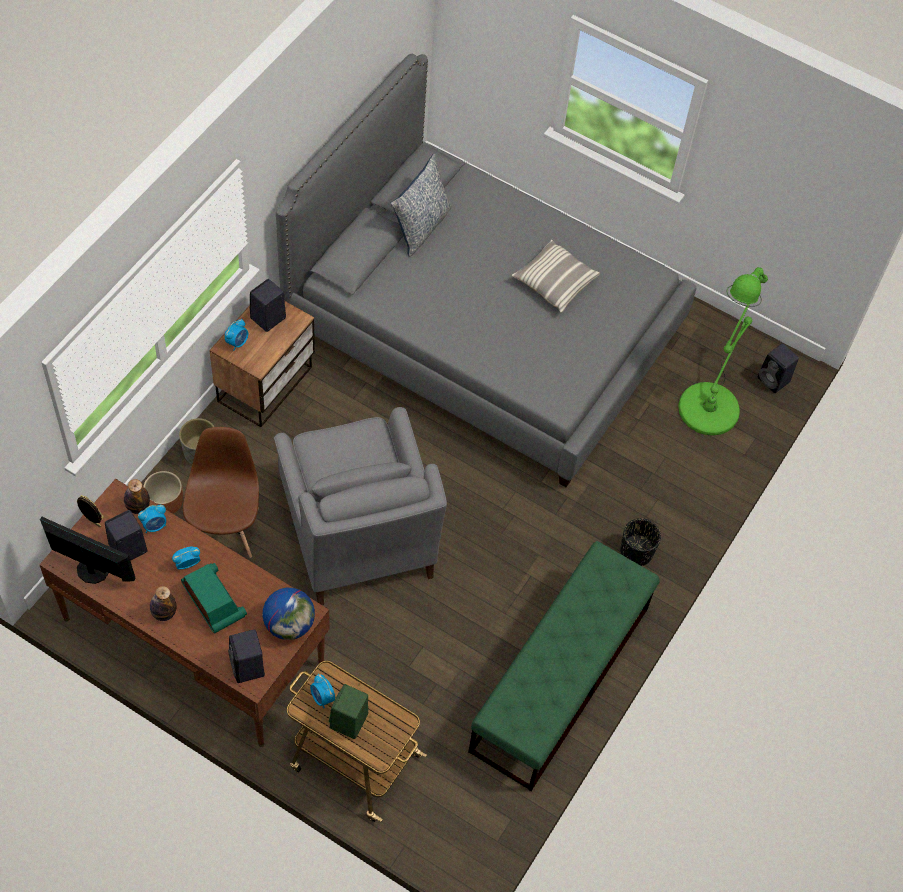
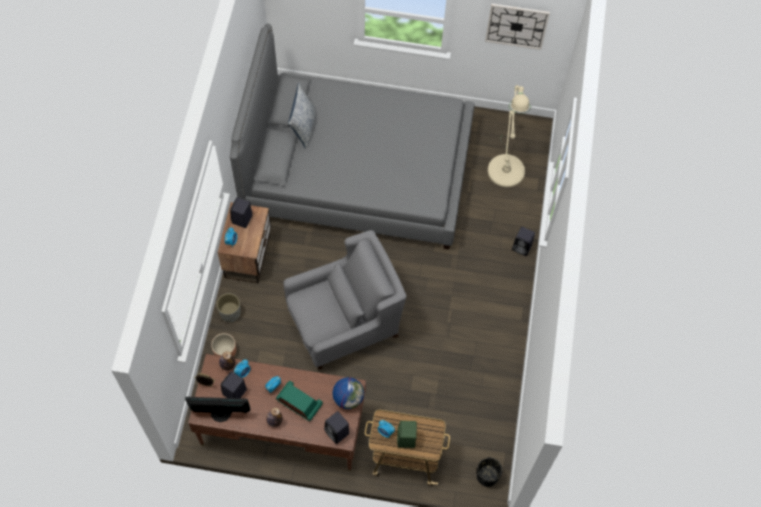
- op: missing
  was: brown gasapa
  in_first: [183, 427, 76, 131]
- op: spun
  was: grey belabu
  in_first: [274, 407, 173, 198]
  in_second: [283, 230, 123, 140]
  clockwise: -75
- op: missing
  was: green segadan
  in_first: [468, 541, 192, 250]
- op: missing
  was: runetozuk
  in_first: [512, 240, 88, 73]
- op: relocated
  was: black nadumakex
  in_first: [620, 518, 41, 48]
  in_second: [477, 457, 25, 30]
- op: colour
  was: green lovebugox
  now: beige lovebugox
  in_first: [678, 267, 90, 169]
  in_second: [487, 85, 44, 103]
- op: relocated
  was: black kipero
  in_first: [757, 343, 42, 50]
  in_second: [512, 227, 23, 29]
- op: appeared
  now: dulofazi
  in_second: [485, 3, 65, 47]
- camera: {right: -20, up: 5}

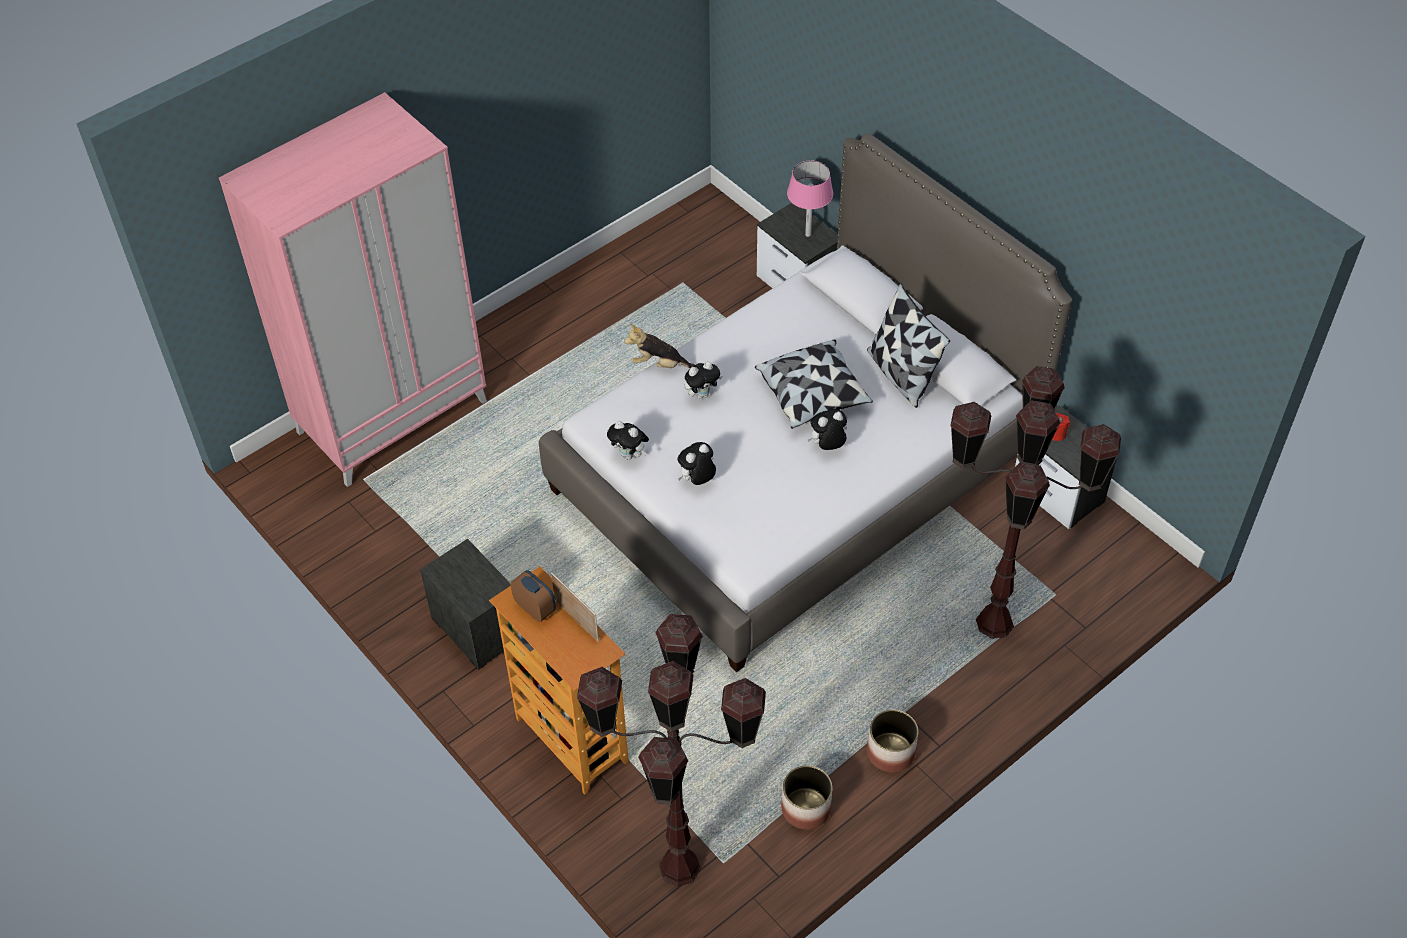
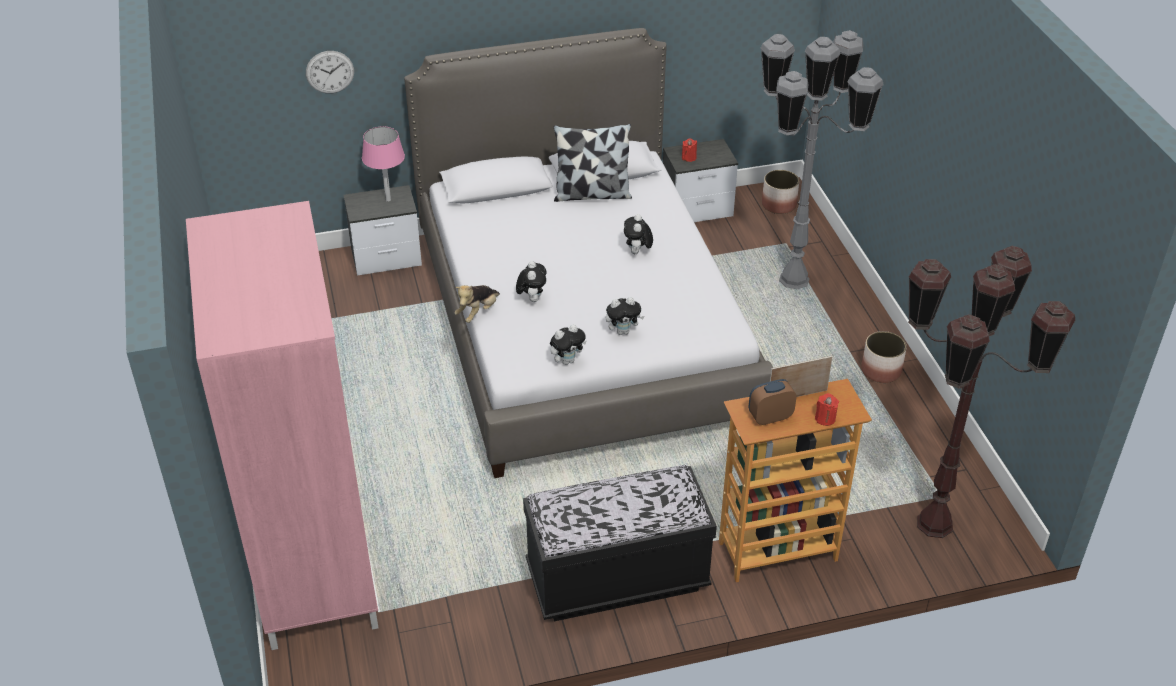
- op: exchanged
  was: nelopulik
  now: black segadan
  in_first: [420, 539, 91, 131]
  in_second: [523, 465, 194, 156]
- op: spun
  was: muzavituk
  in_first: [678, 442, 38, 43]
  in_second: [606, 297, 39, 38]
  clockwise: -90
- op: missing
  was: runetozuk
  in_first: [755, 340, 118, 89]
- op: relocated
  was: nadumakex
  in_first: [781, 765, 51, 64]
  in_second: [762, 170, 37, 44]
- op: colour
  was: brown lovebugox
  now: grey lovebugox
  in_first: [950, 366, 171, 273]
  in_second: [761, 30, 123, 259]
- op: appeared
  now: dulofazi
  in_second: [306, 51, 48, 43]
- op: appeared
  now: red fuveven
  in_second: [815, 393, 24, 33]
- camera: {right: -65, up: -10}

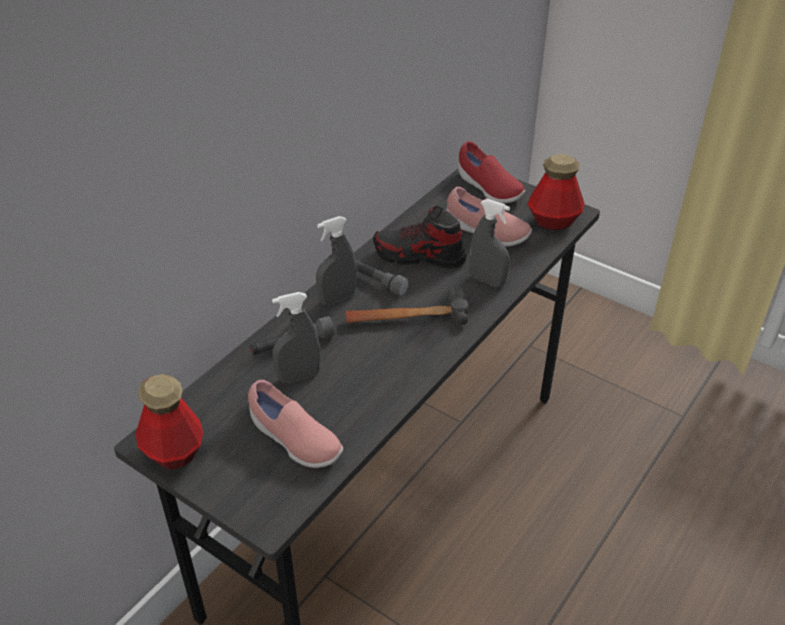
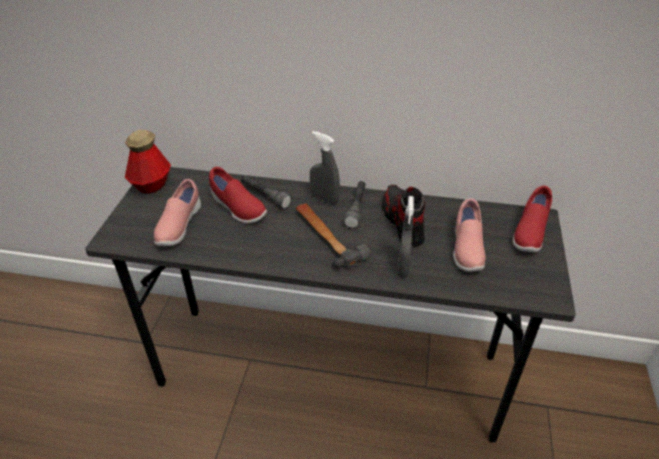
- op: exchanged
  was: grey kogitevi
  now: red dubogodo
  in_first: [272, 292, 48, 91]
  in_second: [209, 167, 58, 56]
- op: missing
  was: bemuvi
  in_first: [528, 154, 57, 76]
- camera: {right: 65, up: 0}

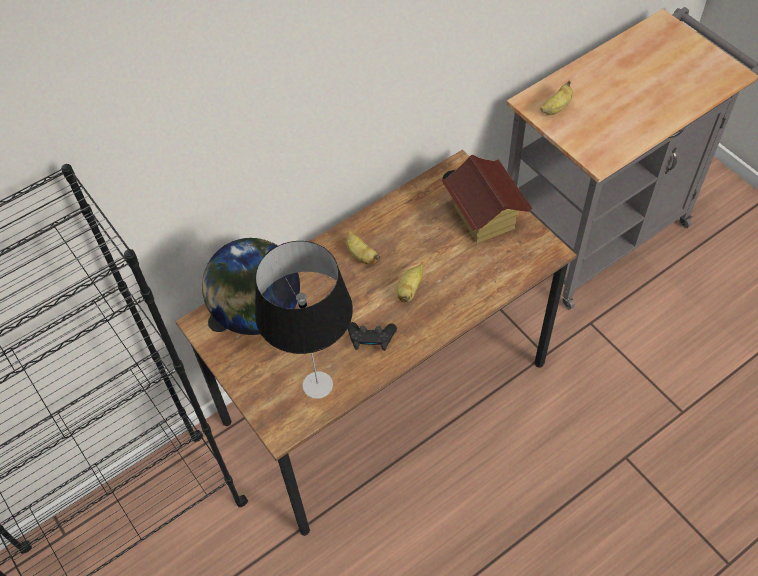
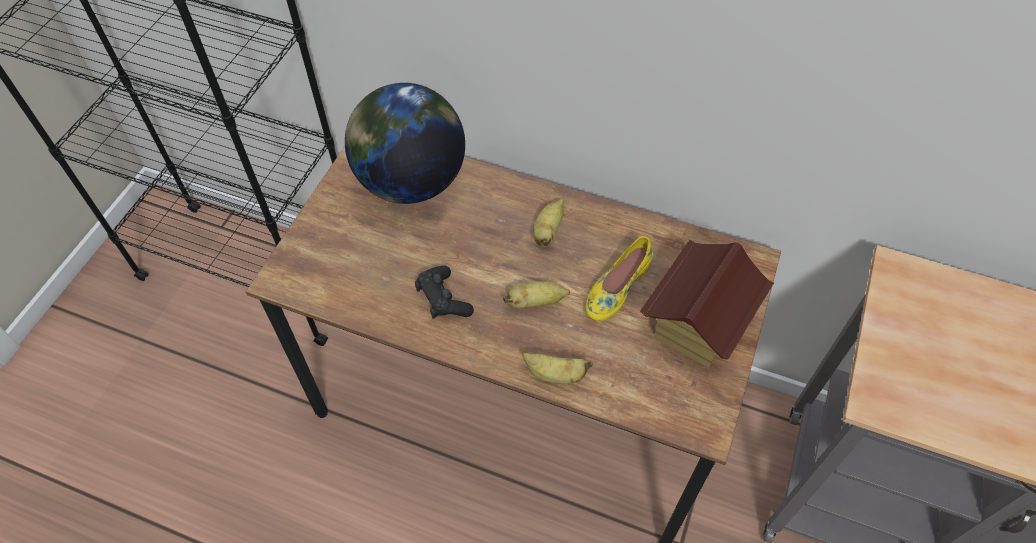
- op: missing
  was: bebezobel
  in_first: [255, 241, 98, 158]
- op: relocated
  was: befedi
  in_first: [540, 81, 33, 34]
  in_second: [522, 353, 71, 31]
- op: appeared
  now: yellow dubogodo
  in_second: [585, 236, 68, 85]
- camera: {right: 55, up: 0}

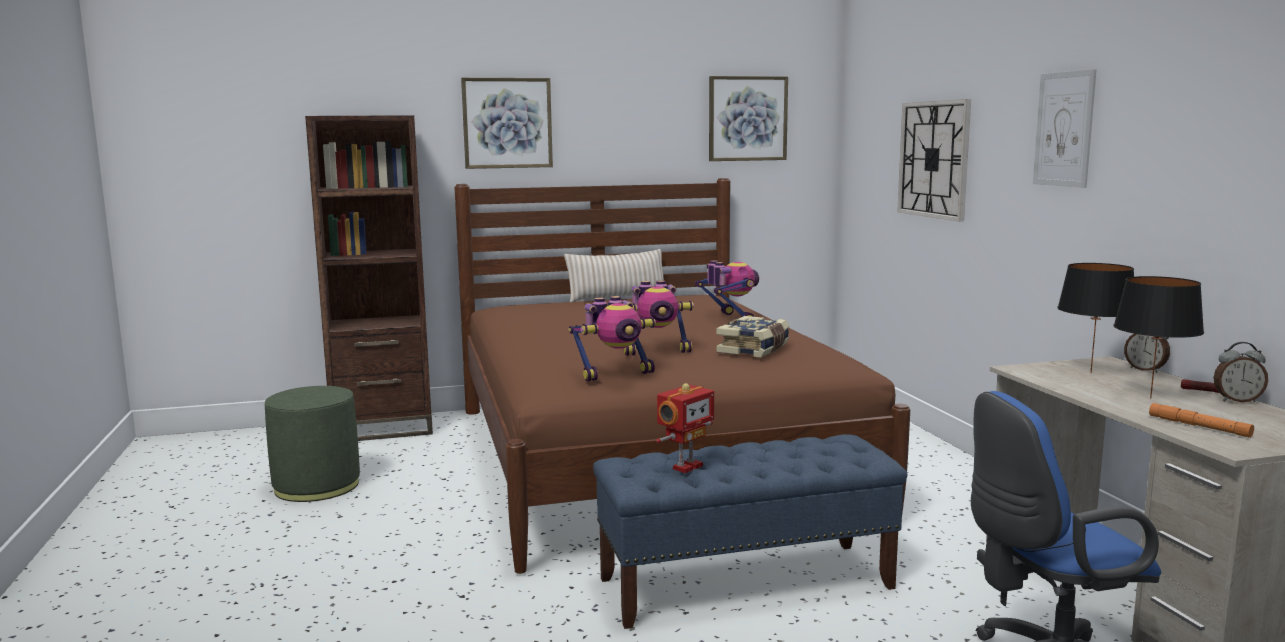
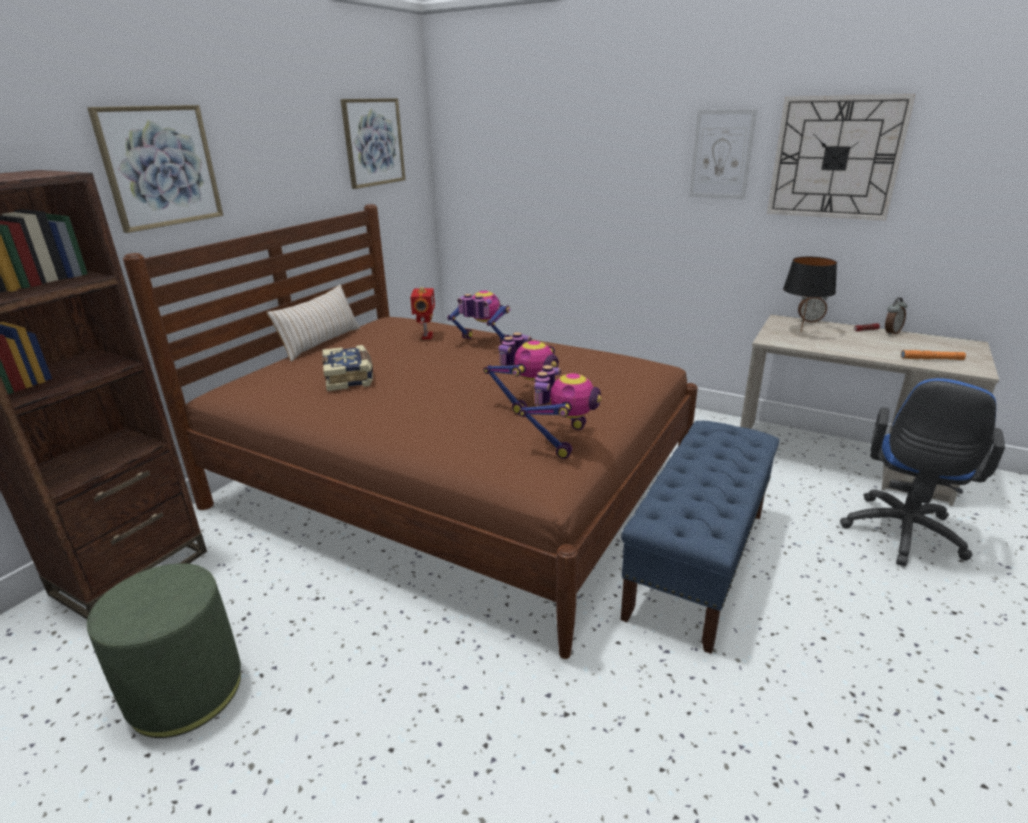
- op: relocated
  was: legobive
  in_first: [656, 383, 58, 90]
  in_second: [410, 287, 25, 52]
- op: relocated
  was: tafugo
  in_first: [716, 316, 73, 41]
  in_second: [322, 345, 51, 46]
- op: relocated
  was: dulofazi
  in_first: [897, 99, 74, 123]
  in_second: [767, 94, 149, 126]
- op: missing
  was: black bebezobel
  in_first: [1113, 276, 91, 123]
- camera: {right: -45, up: 15}

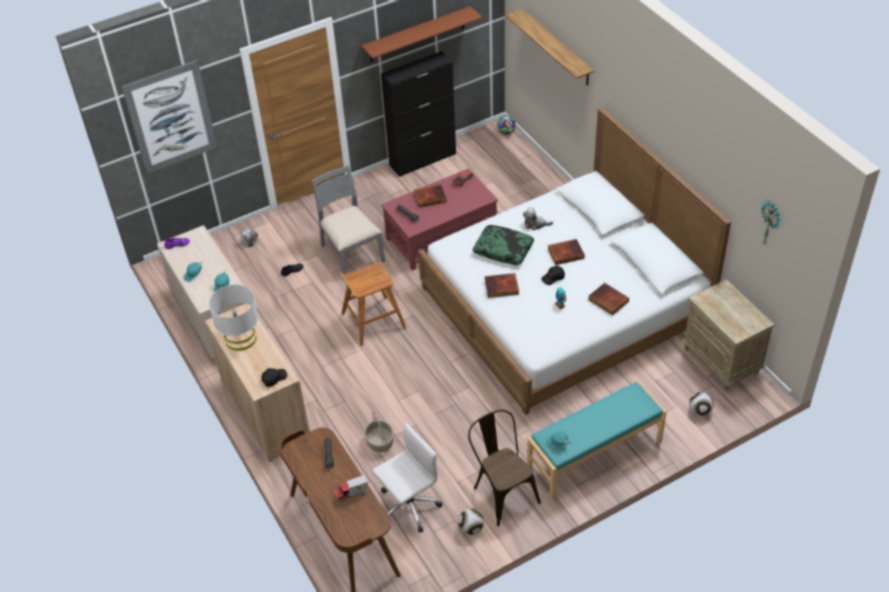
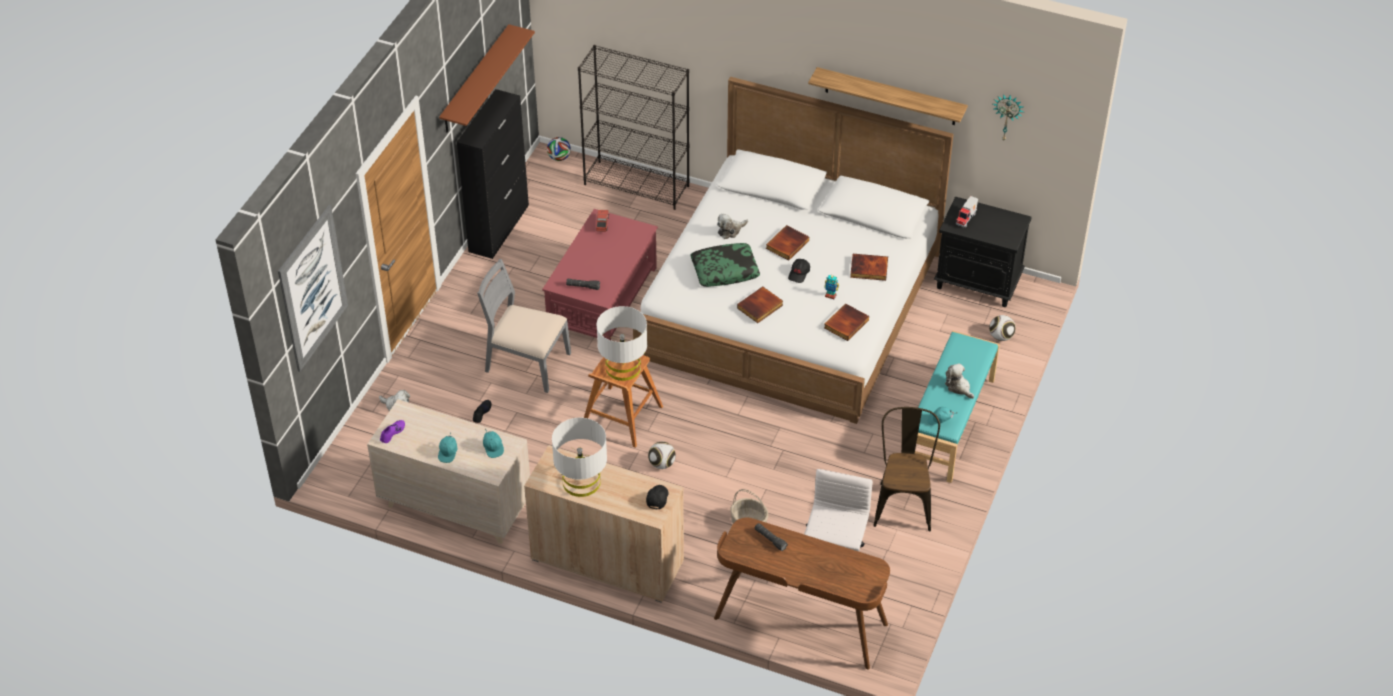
- op: relocated
  was: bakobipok
  in_first: [335, 475, 32, 27]
  in_second: [956, 196, 22, 32]
- op: relocated
  was: tafugo
  in_first: [414, 184, 33, 24]
  in_second: [824, 303, 45, 38]
- op: relocated
  was: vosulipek
  in_first: [458, 509, 26, 26]
  in_second: [648, 442, 28, 27]
- op: spun
  was: brown gasapa
  in_first: [468, 410, 73, 116]
  in_second: [873, 407, 67, 124]
  clockwise: 75
- op: relocated
  was: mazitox
  in_first: [506, 9, 88, 77]
  in_second: [808, 67, 160, 58]
- op: colour
  was: beige nelopulik
  now: black nelopulik
  in_first: [682, 280, 93, 111]
  in_second: [934, 197, 98, 110]
- op: appeared
  now: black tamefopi
  in_second: [578, 45, 112, 165]
- op: appeared
  now: white bebezobel
  in_second: [597, 306, 50, 75]
- op: appeared
  now: muzavituk
  in_second: [945, 363, 29, 36]
- camera: {right: -40, up: 0}

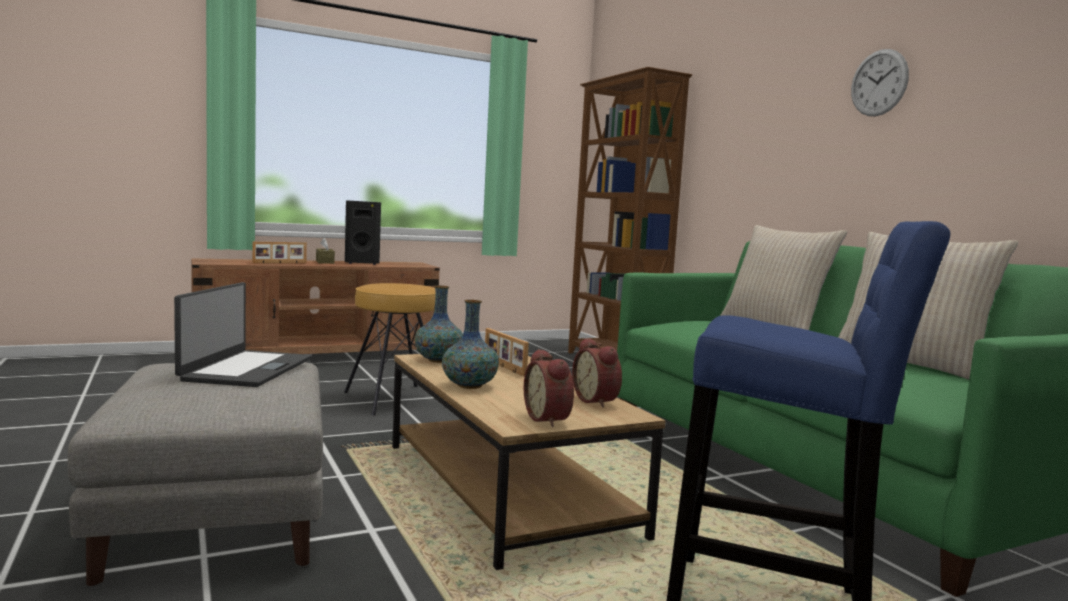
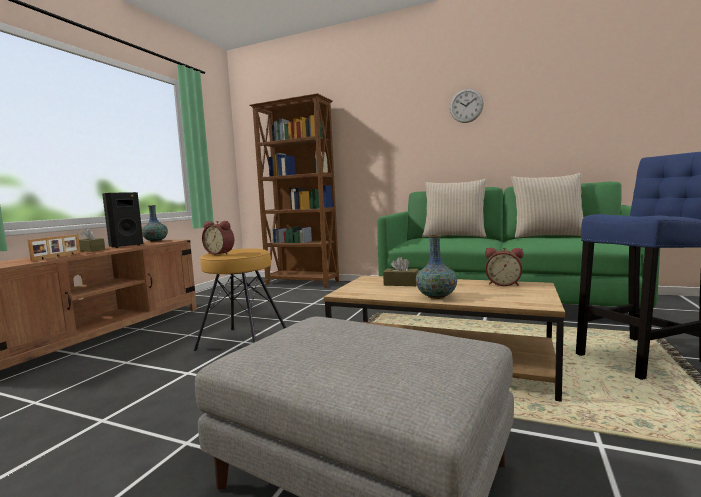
- op: missing
  was: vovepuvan
  in_first: [174, 282, 137, 105]
- op: relocated
  was: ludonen
  in_first: [415, 286, 48, 77]
  in_second: [142, 205, 26, 37]
- op: exchanged
  was: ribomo
  now: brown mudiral
  in_first: [485, 328, 44, 48]
  in_second: [383, 257, 35, 29]
- op: relocated
  was: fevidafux
  in_first: [524, 349, 50, 78]
  in_second: [202, 221, 32, 34]
- camera: {right: -40, up: 0}

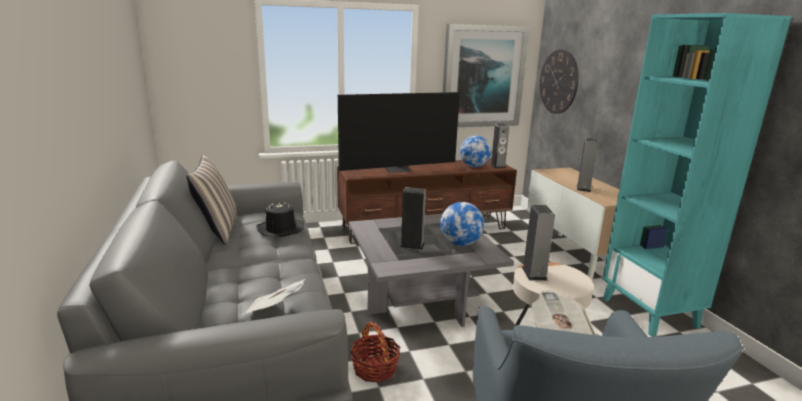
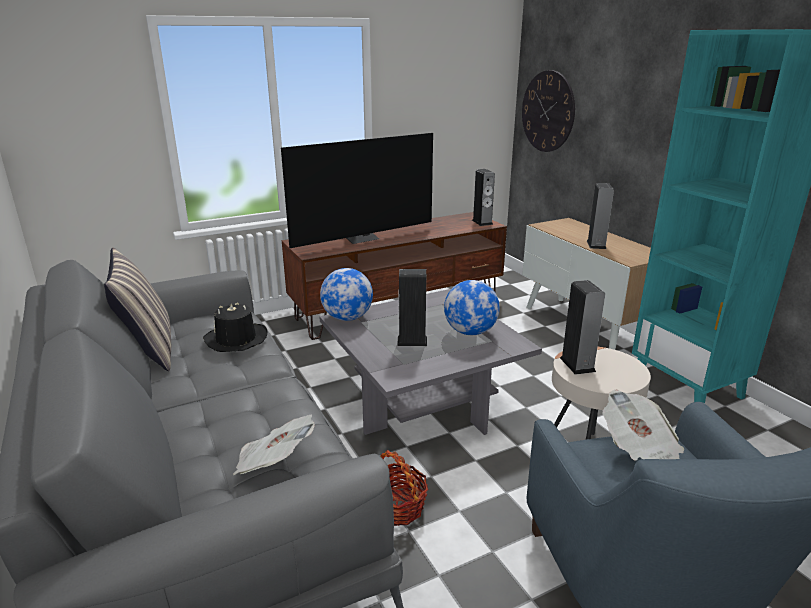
- op: missing
  was: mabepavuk
  in_first: [443, 24, 86, 103]
- op: relocated
  was: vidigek
  in_first: [460, 136, 31, 31]
  in_second: [320, 268, 53, 53]
- camera: {right: -10, up: 5}

